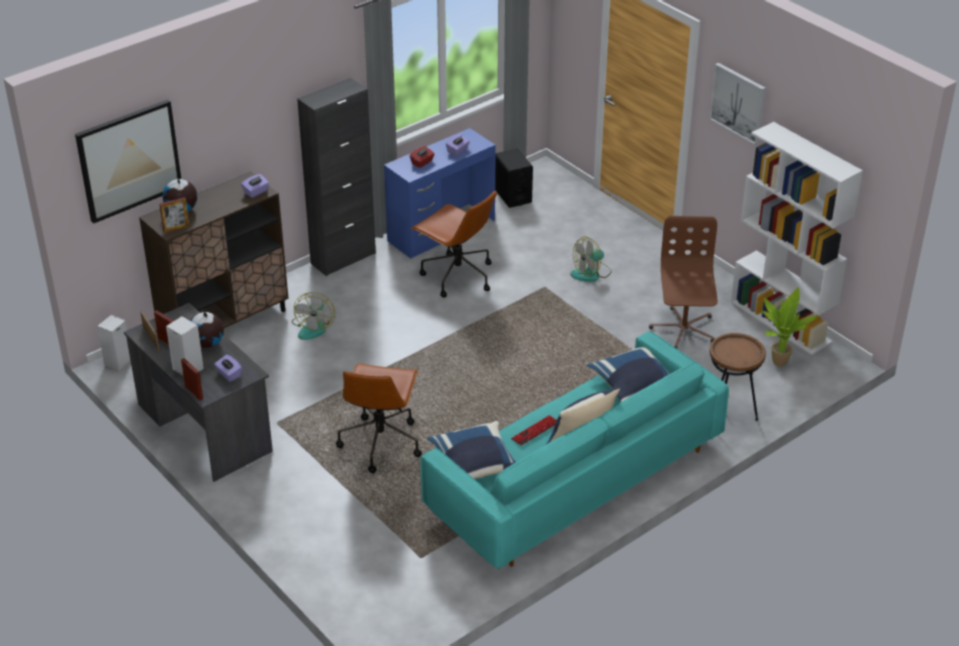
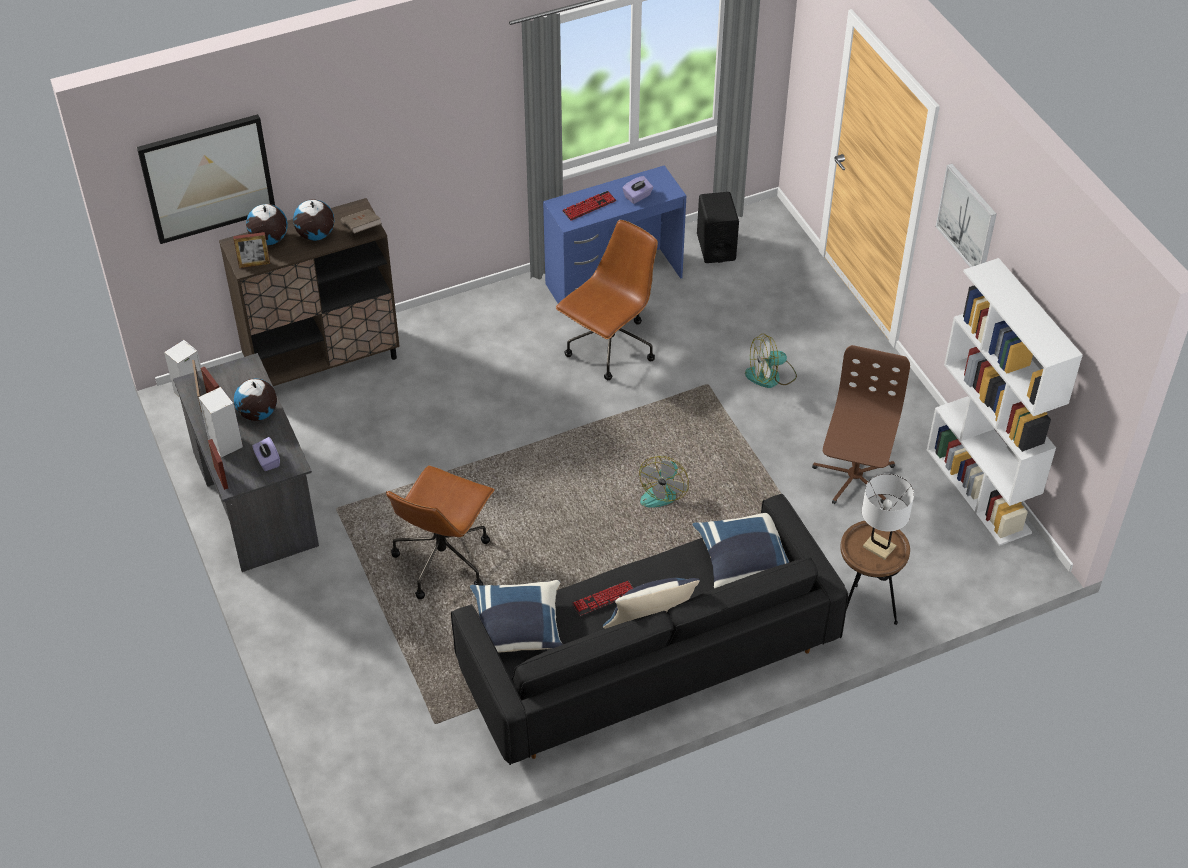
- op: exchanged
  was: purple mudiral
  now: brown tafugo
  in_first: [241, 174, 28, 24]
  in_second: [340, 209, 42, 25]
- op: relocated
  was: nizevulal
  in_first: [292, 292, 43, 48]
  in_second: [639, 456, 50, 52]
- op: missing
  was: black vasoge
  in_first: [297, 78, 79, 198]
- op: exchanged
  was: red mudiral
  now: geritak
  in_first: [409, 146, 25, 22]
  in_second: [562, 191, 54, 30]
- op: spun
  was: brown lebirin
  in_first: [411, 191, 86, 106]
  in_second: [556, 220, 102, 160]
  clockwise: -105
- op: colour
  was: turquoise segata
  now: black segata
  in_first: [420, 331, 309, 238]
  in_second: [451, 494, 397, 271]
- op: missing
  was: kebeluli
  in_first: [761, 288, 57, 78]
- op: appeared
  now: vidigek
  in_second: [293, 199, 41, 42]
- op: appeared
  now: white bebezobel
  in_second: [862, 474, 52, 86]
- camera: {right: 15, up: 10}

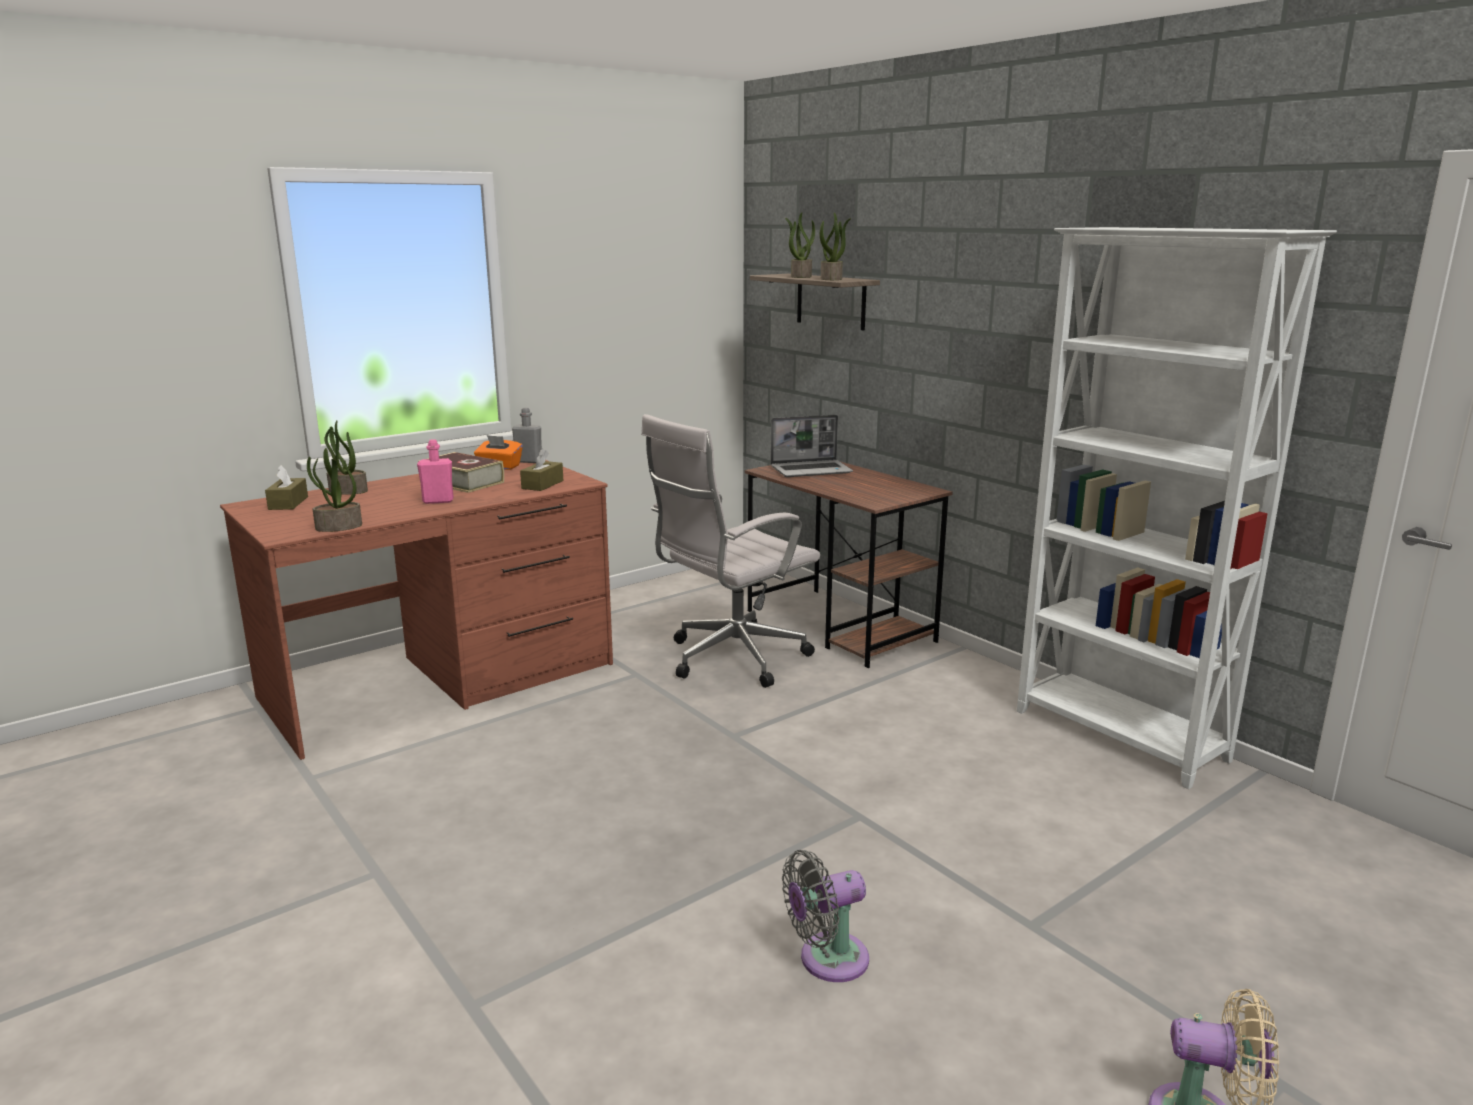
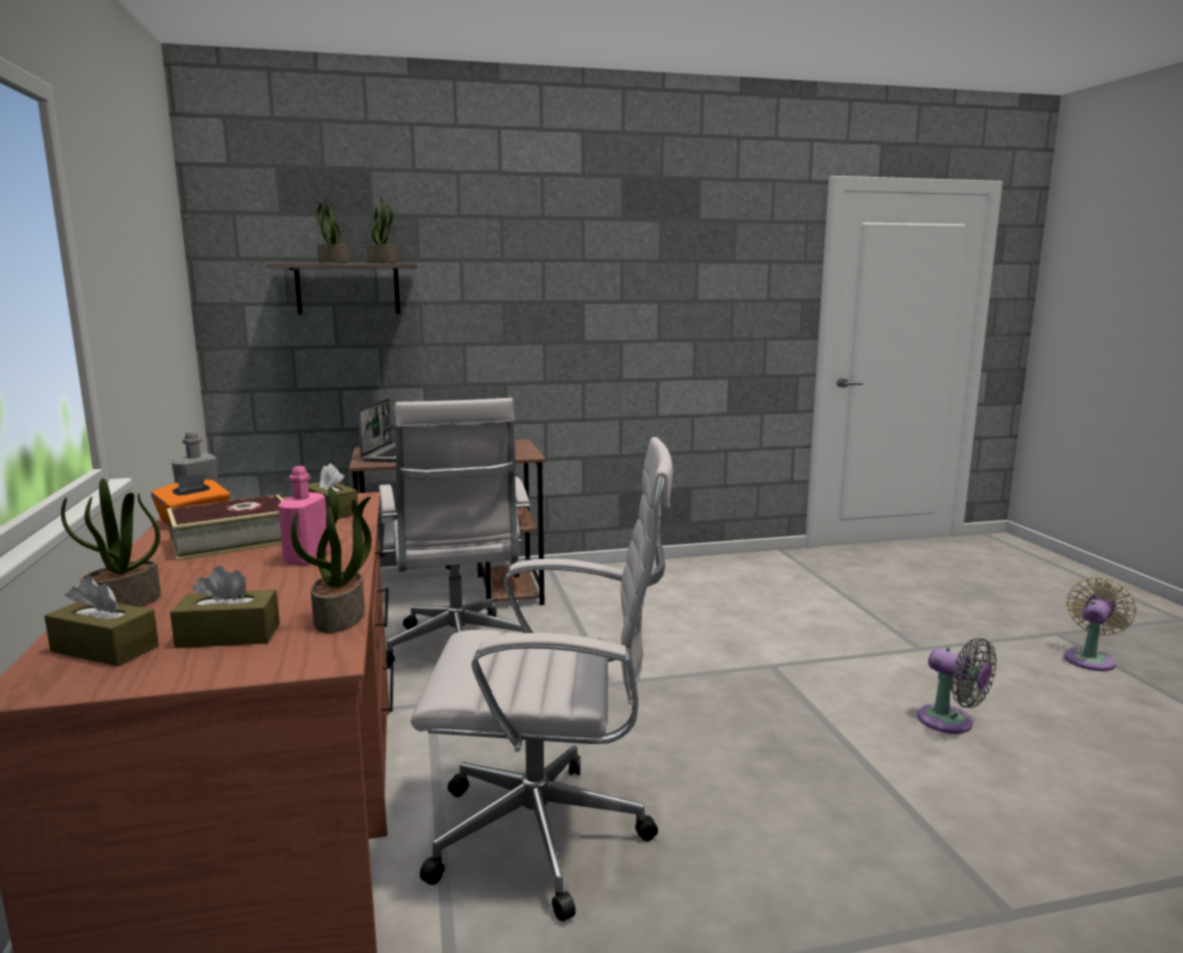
- op: spun
  was: grey nizevulal
  in_first: [782, 850, 87, 132]
  in_second: [917, 638, 80, 96]
  clockwise: -45
- op: missing
  was: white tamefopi
  in_first: [1017, 227, 320, 562]
- op: appeared
  now: brown mudiral
  in_second: [170, 566, 110, 82]
- op: appeared
  now: white lebirin
  in_second: [411, 437, 262, 484]
- camera: {right: -65, up: -5}

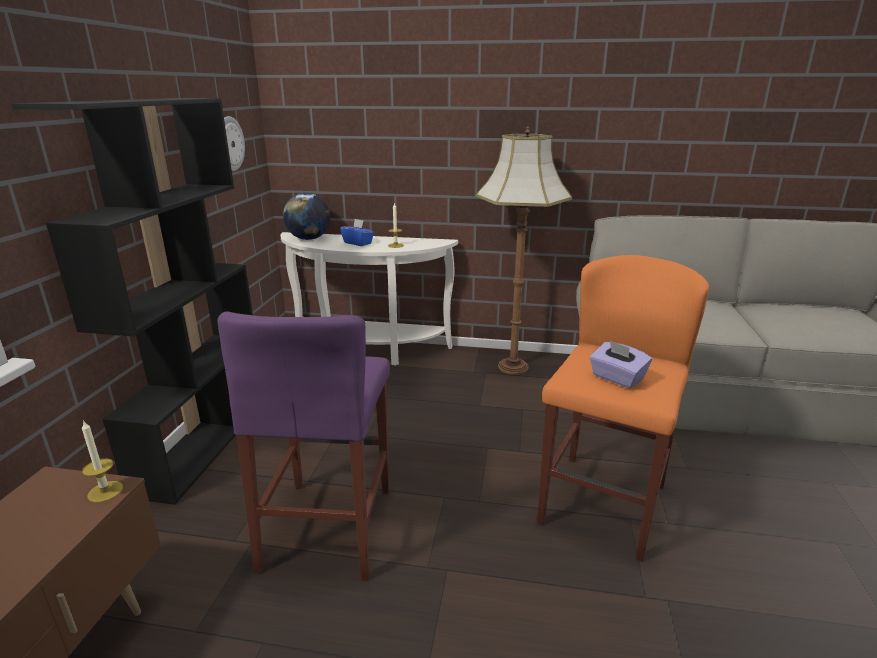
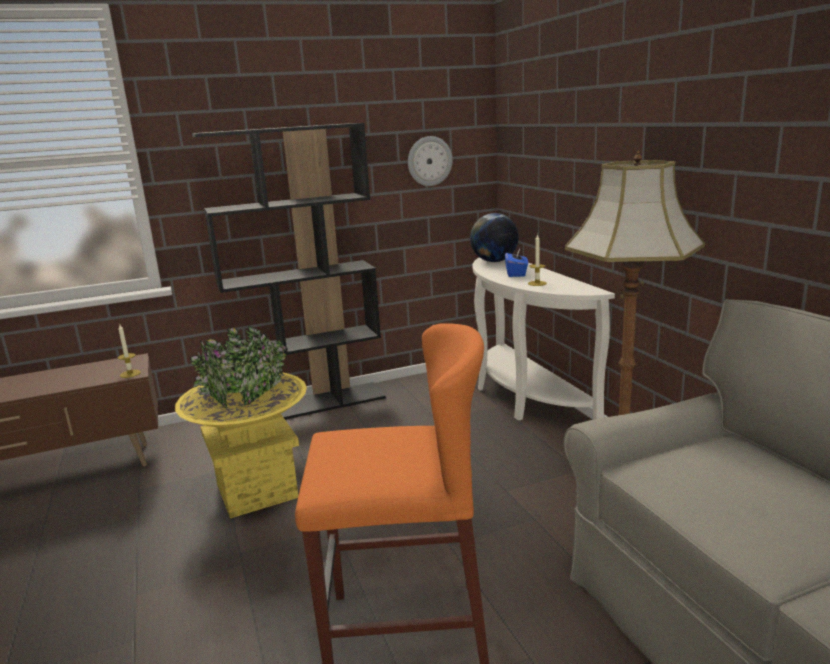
- op: exchanged
  was: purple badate
  now: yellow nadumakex
  in_first: [217, 312, 173, 269]
  in_second: [175, 326, 132, 192]
- op: missing
  was: purple mudiral
  in_first: [590, 340, 62, 48]
- camera: {right: 60, up: -5}

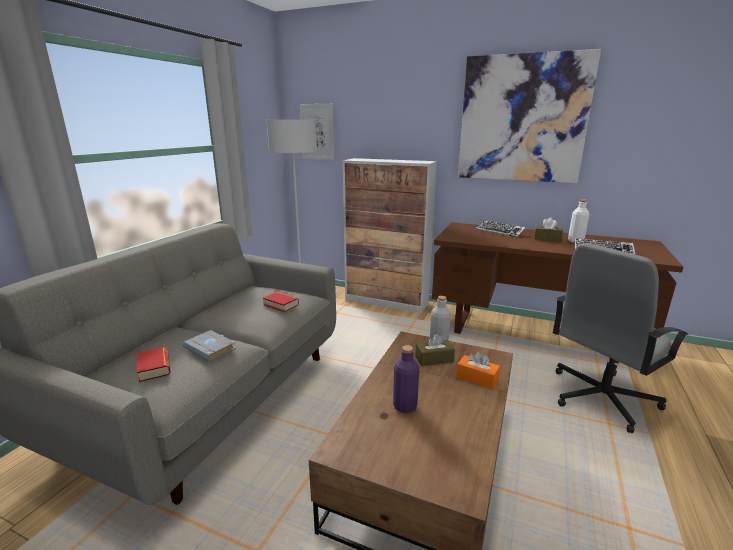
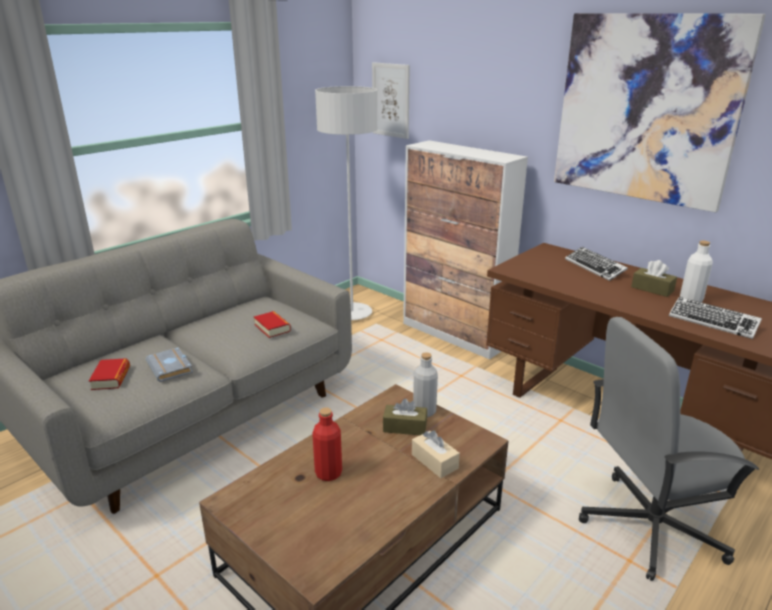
- op: colour
  was: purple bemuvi
  now: red bemuvi
  in_first: [393, 345, 26, 68]
  in_second: [312, 407, 30, 74]
- op: colour
  was: orange mudiral
  now: beige mudiral
  in_first: [456, 351, 44, 38]
  in_second: [412, 430, 48, 48]
- camera: {right: 20, up: 5}

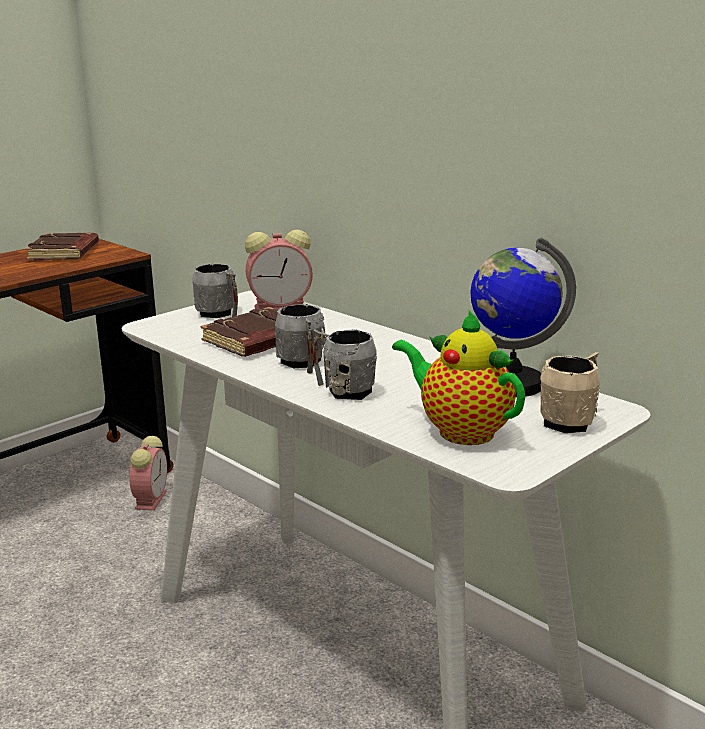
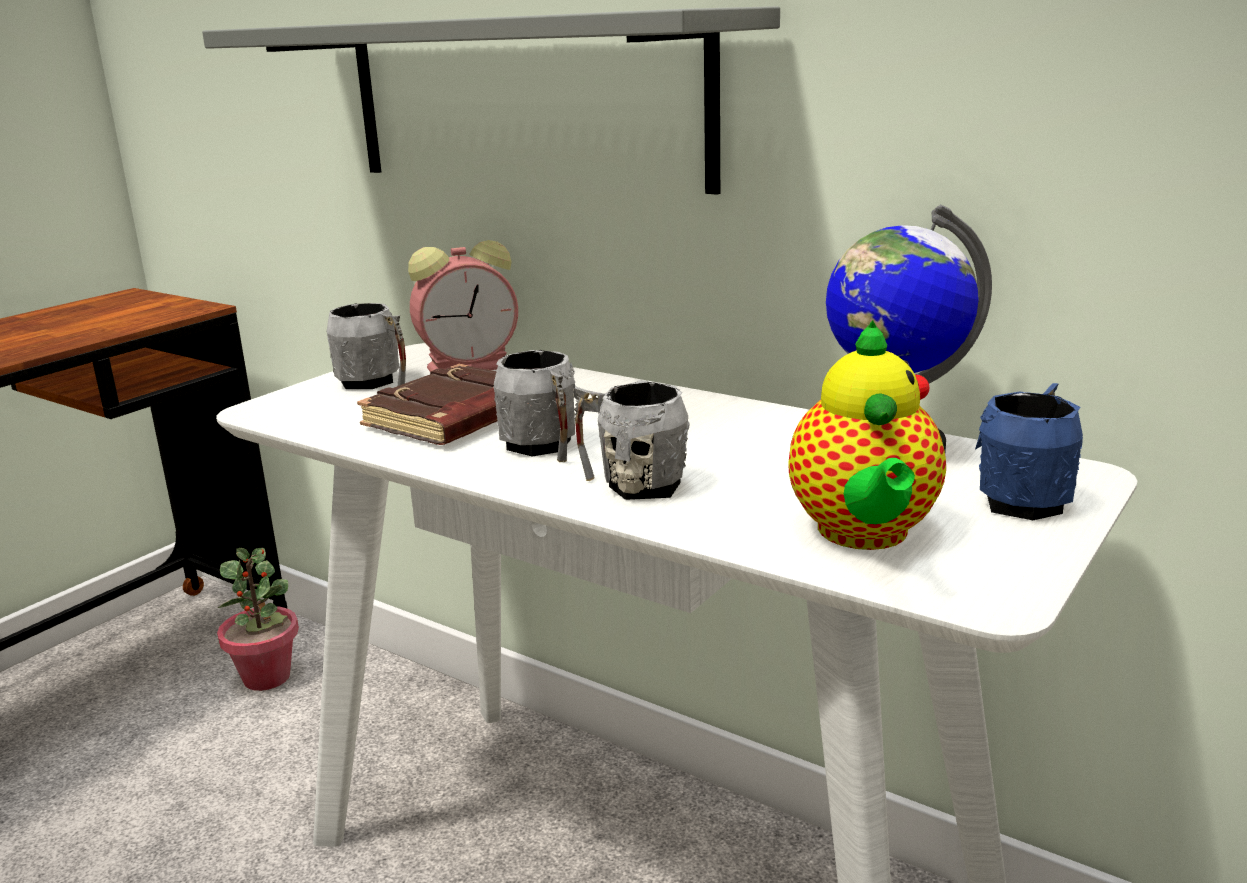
- op: missing
  was: brown tafugo
  in_first: [25, 233, 74, 27]
- op: exchanged
  was: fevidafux
  now: kebeluli
  in_first: [129, 436, 38, 75]
  in_second: [217, 548, 82, 143]
- op: spun
  was: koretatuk
  in_first: [392, 310, 133, 135]
  in_second: [788, 320, 158, 230]
  clockwise: -120
- op: colour
  was: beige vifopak
  now: blue vifopak
  in_first: [540, 352, 60, 81]
  in_second: [975, 383, 108, 137]
- op: appeared
  now: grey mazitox
  in_second: [202, 6, 578, 189]
- camera: {right: -10, up: 0}

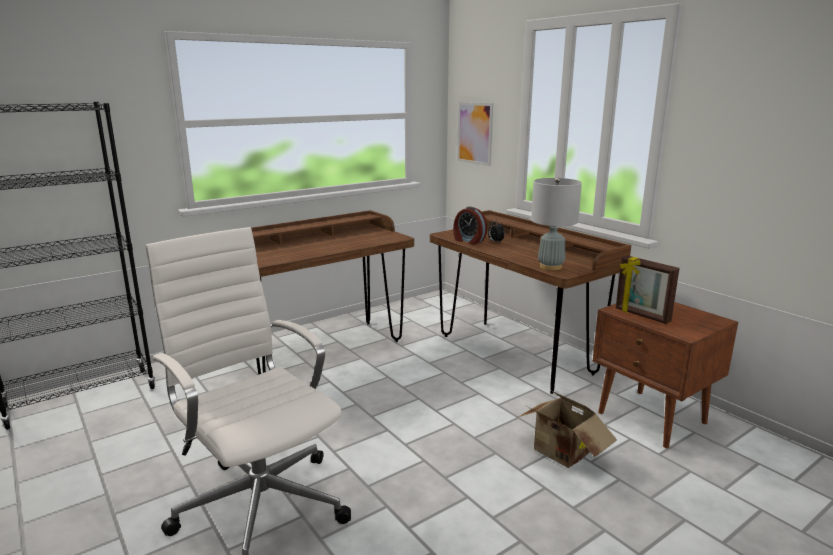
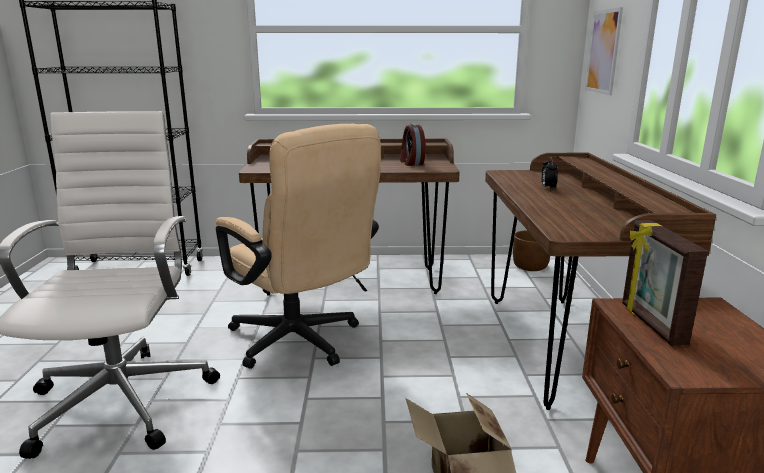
- op: relocated
  was: fevidafux
  in_first: [453, 207, 34, 37]
  in_second: [400, 123, 26, 43]
- op: missing
  was: grey bebezobel
  in_first: [531, 177, 51, 94]
- op: appeared
  now: beige lebirin
  in_second: [216, 124, 165, 245]
- op: appeared
  now: brown nadumakex
  in_second: [513, 230, 37, 41]
- camera: {right: 35, up: 0}

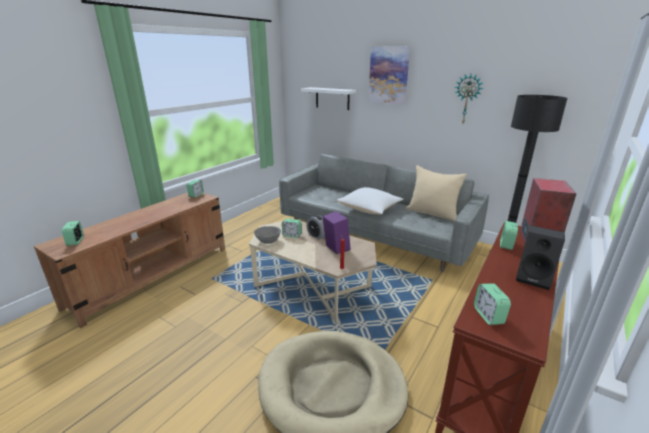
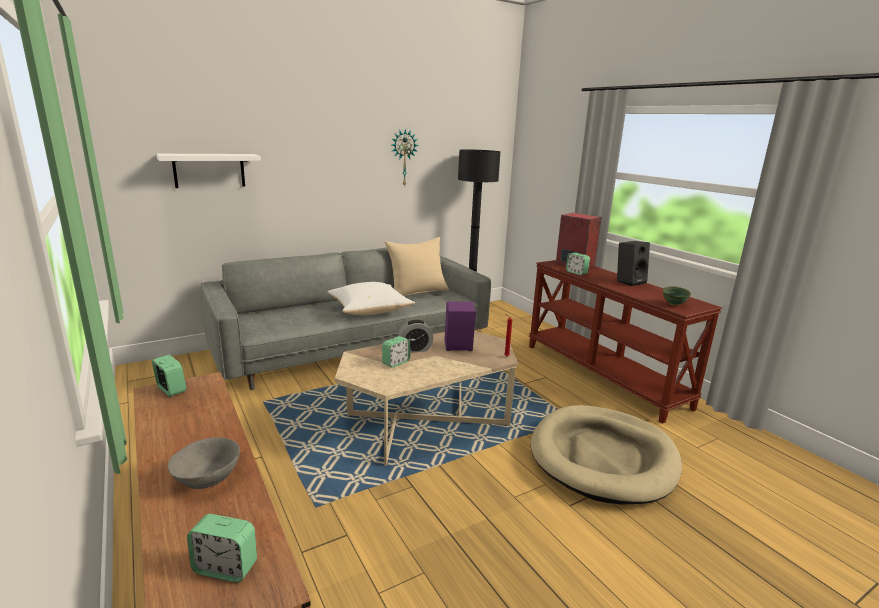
- op: relocated
  was: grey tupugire
  in_first: [254, 226, 27, 18]
  in_second: [168, 437, 72, 52]
- op: missing
  was: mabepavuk
  in_first: [368, 46, 42, 59]
- op: exchanged
  was: fevidafux
  now: green tupugire
  in_first: [474, 283, 37, 42]
  in_second: [663, 286, 28, 20]
- camera: {right: -65, up: -5}

